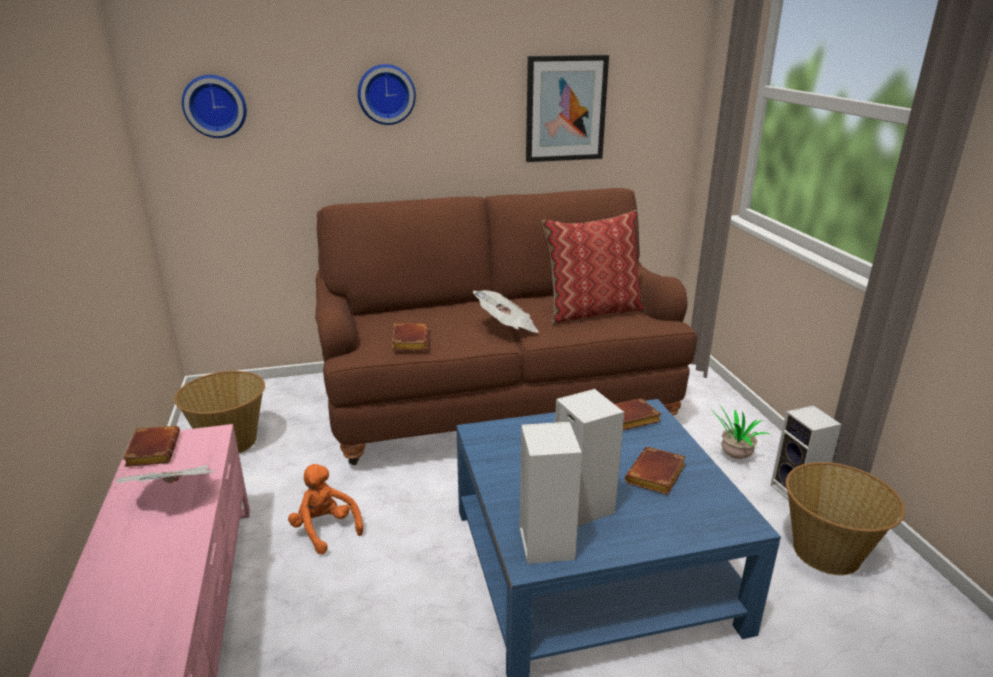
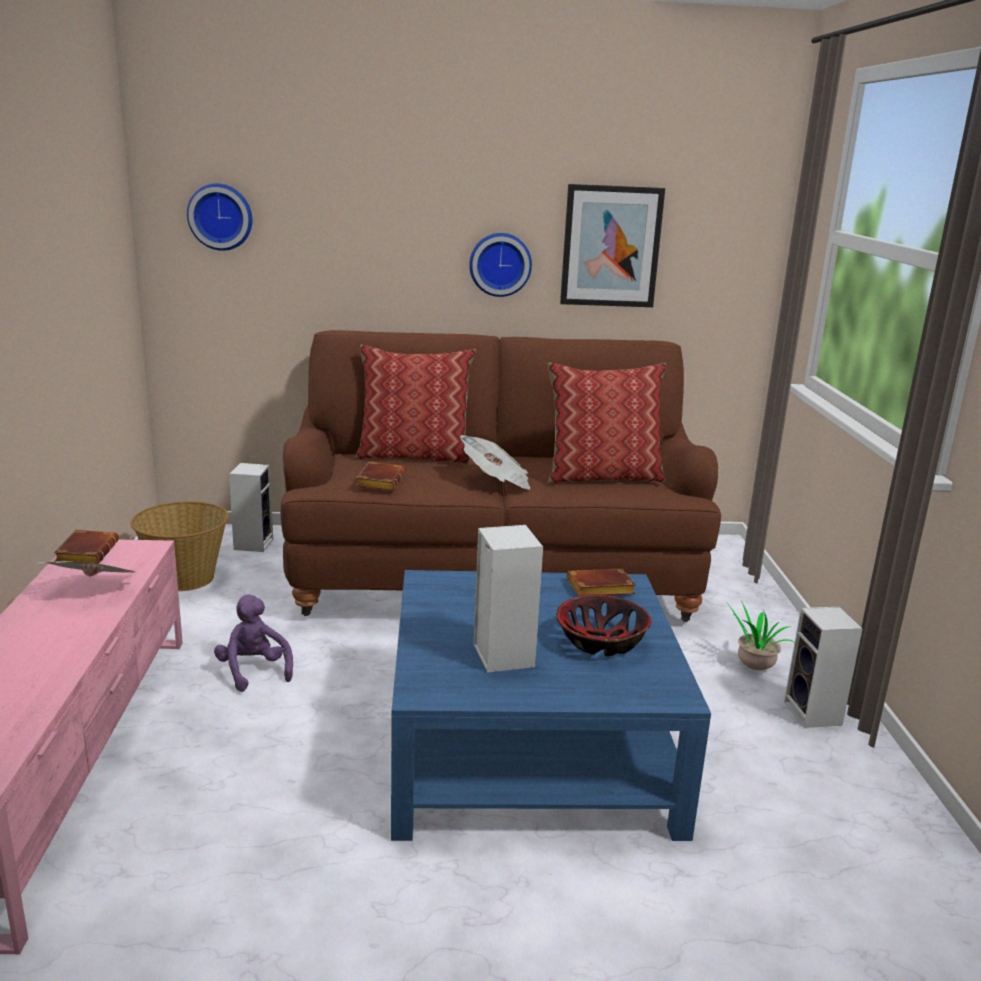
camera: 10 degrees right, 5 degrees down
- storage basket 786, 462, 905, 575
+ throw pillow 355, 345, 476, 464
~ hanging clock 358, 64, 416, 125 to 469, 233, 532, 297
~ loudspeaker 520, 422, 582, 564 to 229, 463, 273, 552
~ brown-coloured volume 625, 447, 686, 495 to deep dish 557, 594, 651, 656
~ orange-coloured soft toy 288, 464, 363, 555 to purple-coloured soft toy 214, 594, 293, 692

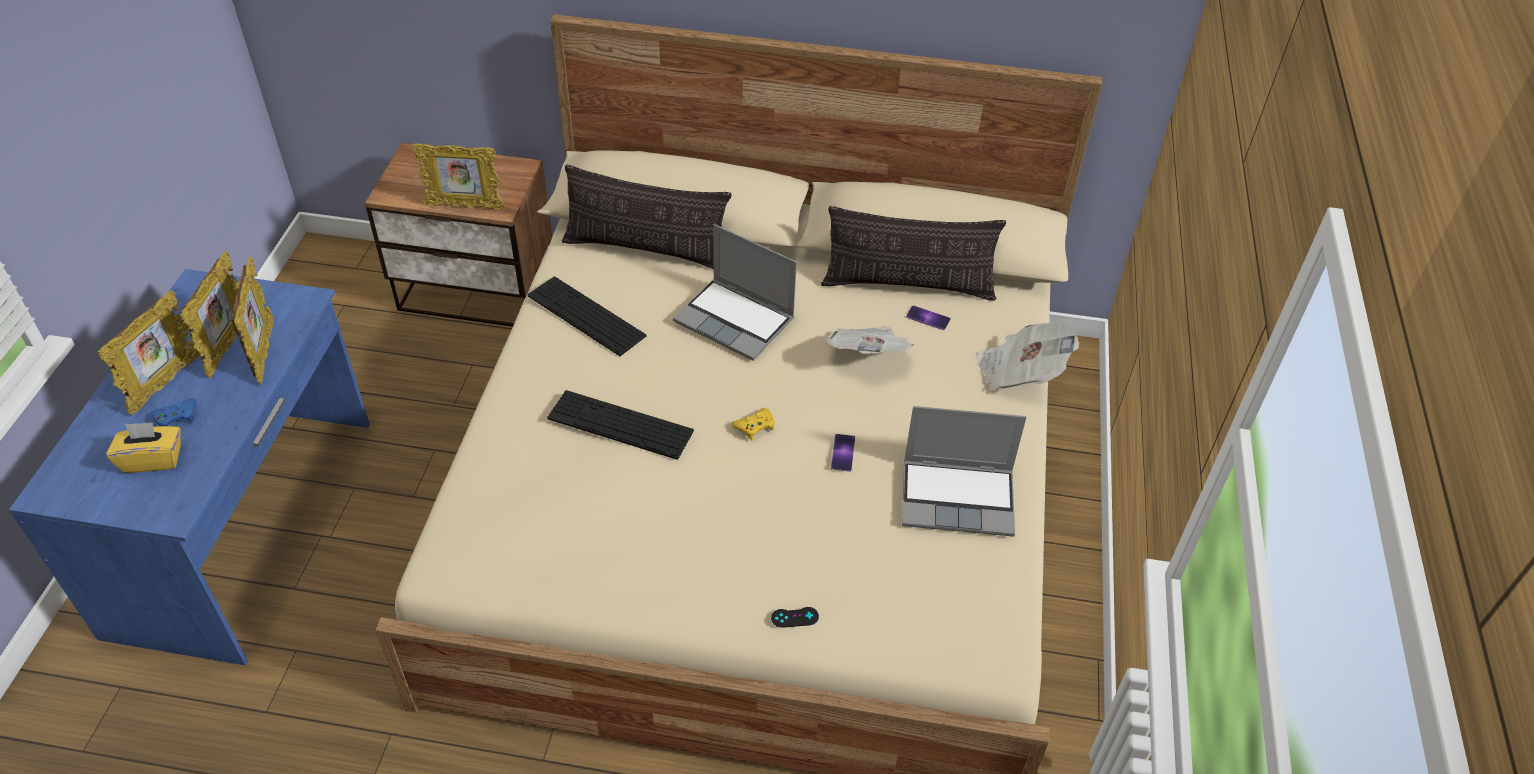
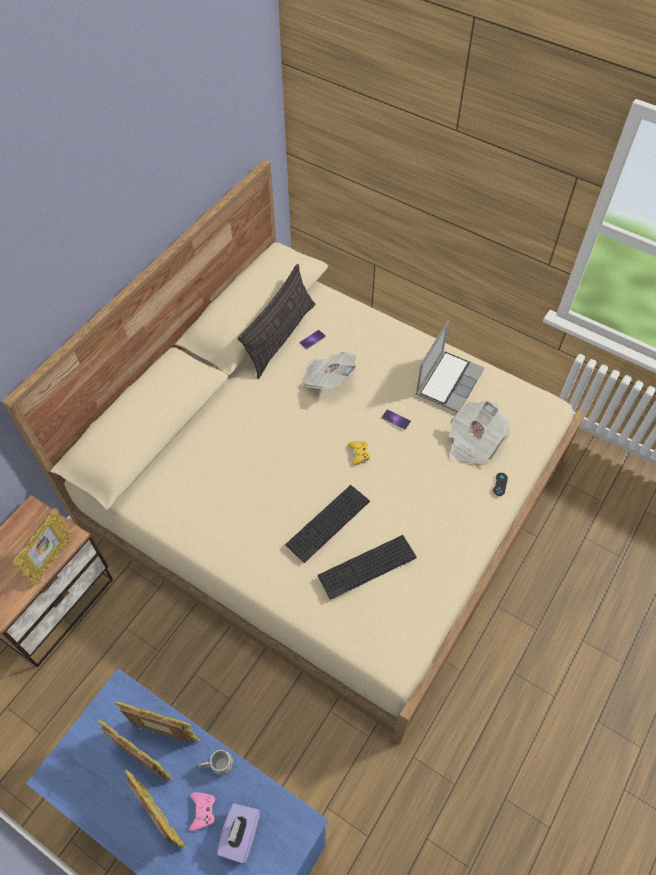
camera: 65 degrees left, 10 degrees up
- throw pillow 562, 164, 731, 269
- portable computer 673, 224, 797, 361
+ greyish tea mug 198, 750, 233, 775
~ PC keyboard 528, 276, 646, 356 to 317, 535, 417, 600
~ newspaper 976, 322, 1079, 390 to 449, 401, 509, 465
~ yellow-coloured box of tissues 106, 422, 181, 473 to purple-coloured box of tissues 217, 803, 260, 864
~ blue game controller 151, 398, 196, 426 to pinkish game controller 189, 792, 215, 831

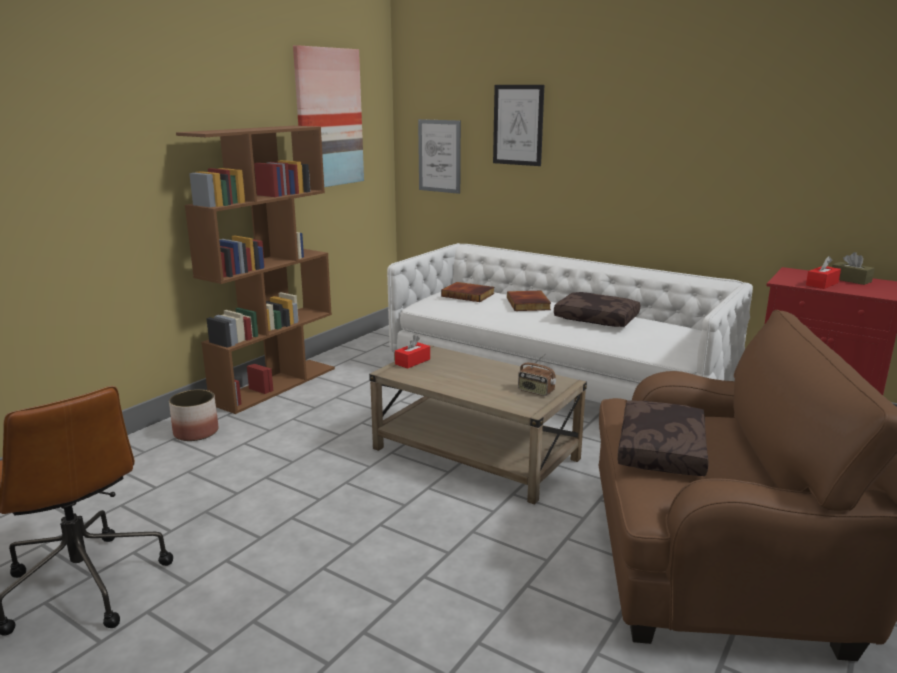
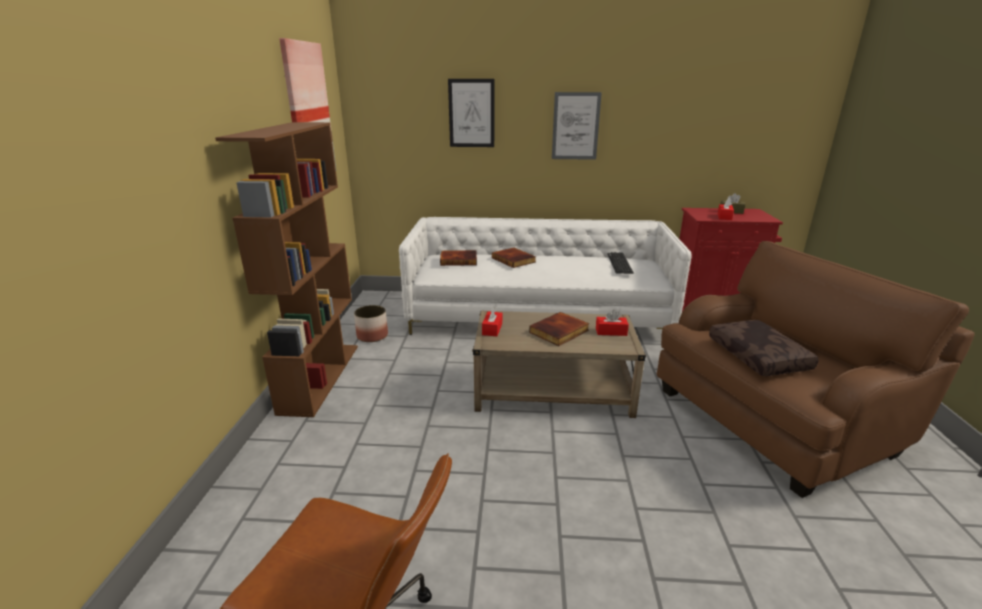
camera: 30 degrees left, 5 degrees up
- brown-coloured throw pillow 554, 292, 640, 327
+ volume 529, 312, 589, 346
+ PC keyboard 607, 252, 634, 274
~ flower pot 169, 389, 218, 441 to 354, 305, 388, 342
~ wall art 418, 119, 461, 194 to 552, 92, 602, 160
~ radio set 518, 353, 556, 396 to red-coloured box of tissues 596, 310, 629, 336

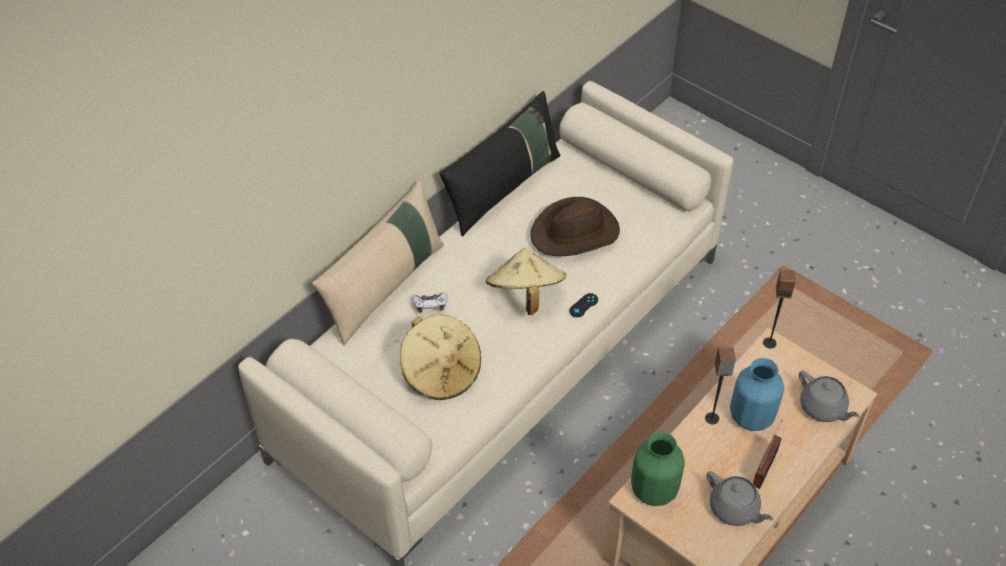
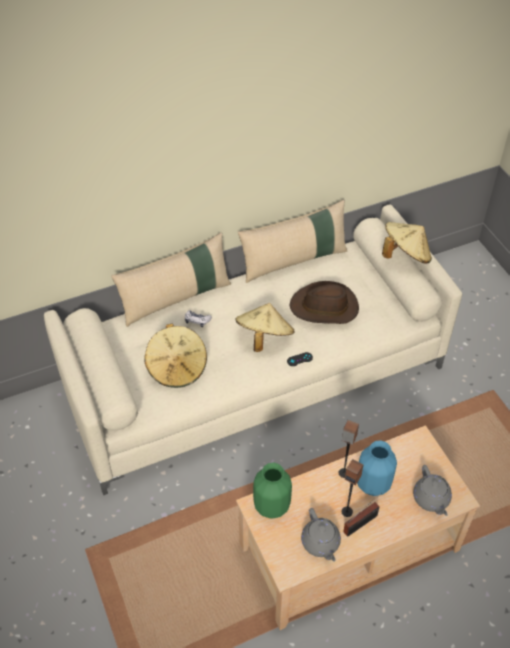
camera: 25 degrees right, 0 degrees up
+ sand-coloured clothing hat 382, 222, 432, 264
~ loudspeaker 763, 269, 795, 349 to 341, 459, 363, 517
~ black throw pillow 439, 91, 561, 236 to sand-coloured throw pillow 238, 200, 347, 283

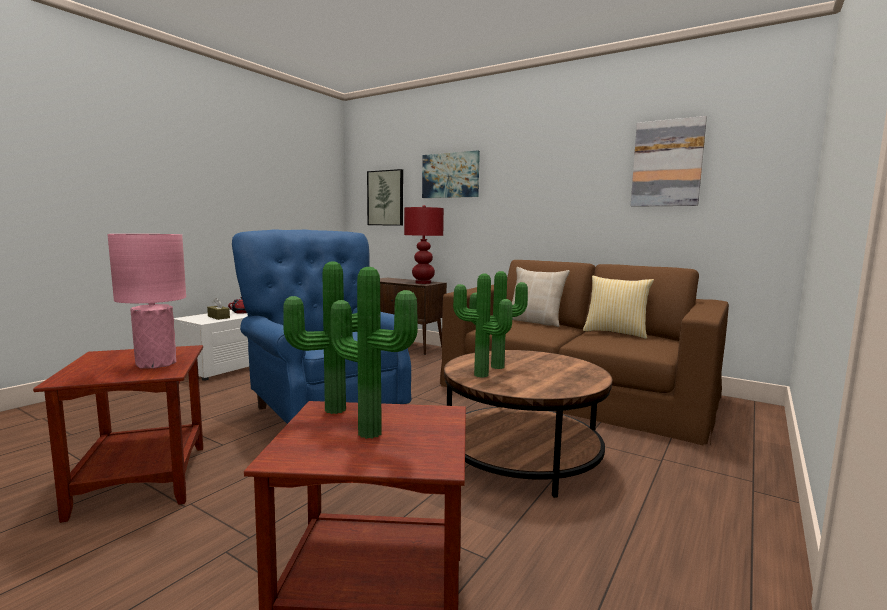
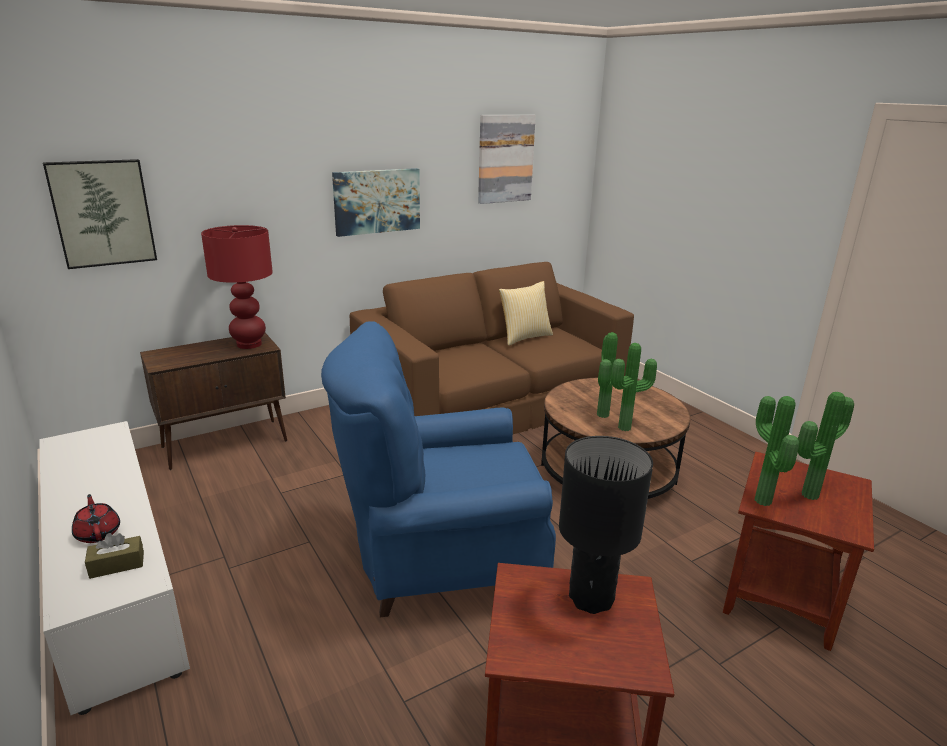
camera: 65 degrees left, 15 degrees up
- sand-coloured throw pillow 512, 267, 570, 327
~ wall art 422, 150, 480, 198 to 332, 168, 420, 237
~ pinkish table lamp 107, 234, 186, 369 to black table lamp 559, 436, 653, 614

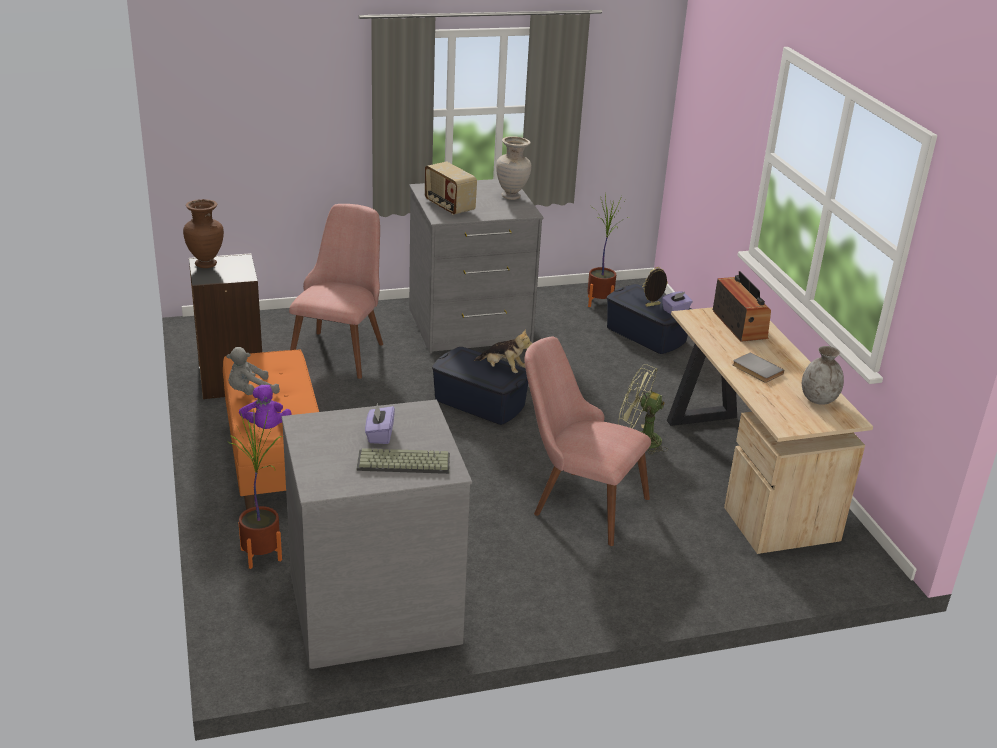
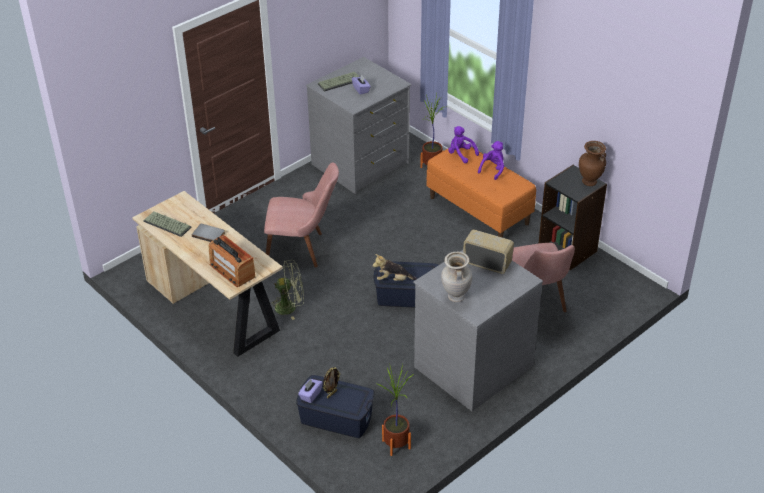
camera: 155 degrees right, 10 degrees up
~ greyish vase 802, 346, 844, 405 to PC keyboard 143, 211, 192, 237
~ greyish soft toy 226, 347, 280, 395 to purple-coloured soft toy 478, 141, 504, 180

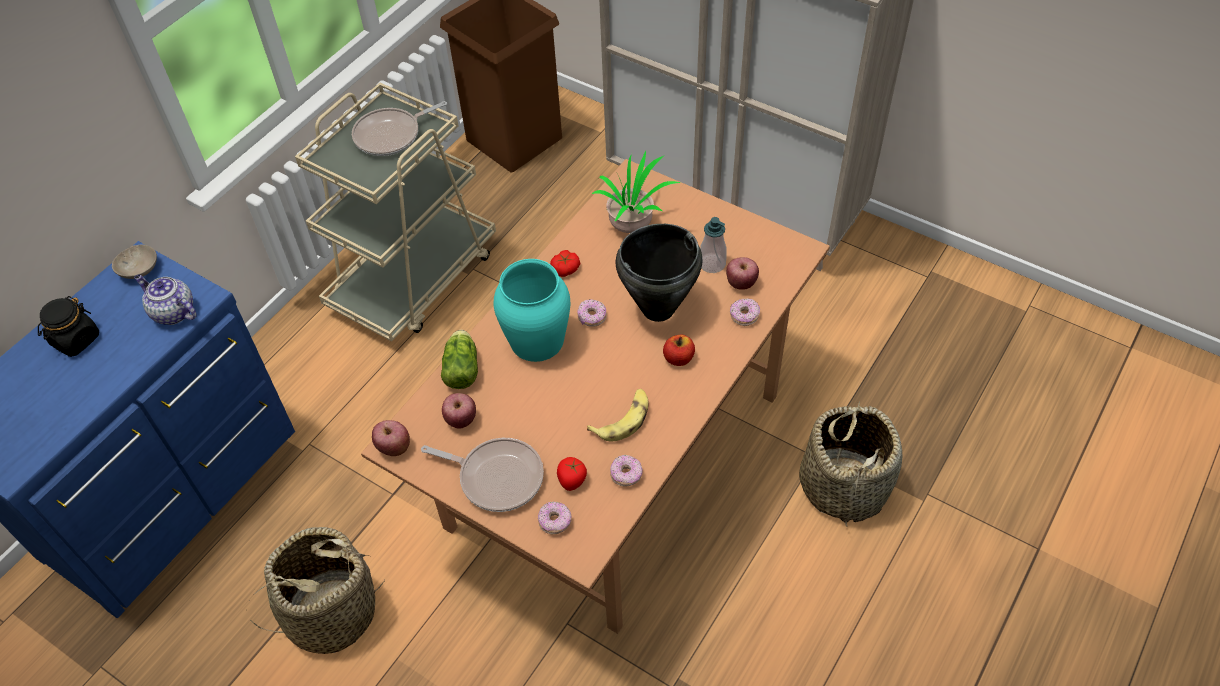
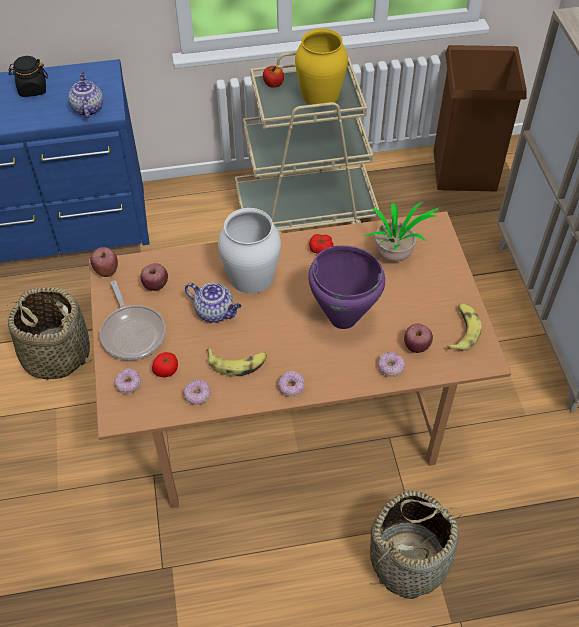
camera: 45 degrees right, 0 degrees up
- sand-coloured deep dish 112, 245, 157, 279
- lettuce head 441, 330, 478, 389
- liquid soap bottle 700, 217, 727, 273
+ teapot 185, 283, 242, 323
+ banana 447, 303, 482, 351
~ ring doughnut 577, 299, 607, 327 to 278, 371, 305, 397
~ apple fruit 663, 335, 695, 366 to 263, 66, 284, 88
~ pan 352, 101, 447, 156 to yellow-coloured vase 295, 28, 348, 107
~ turquoise vase 494, 259, 570, 362 to white-coloured vase 218, 208, 281, 293
~ black cooking pot 615, 224, 702, 322 to purple-coloured cooking pot 308, 245, 385, 329

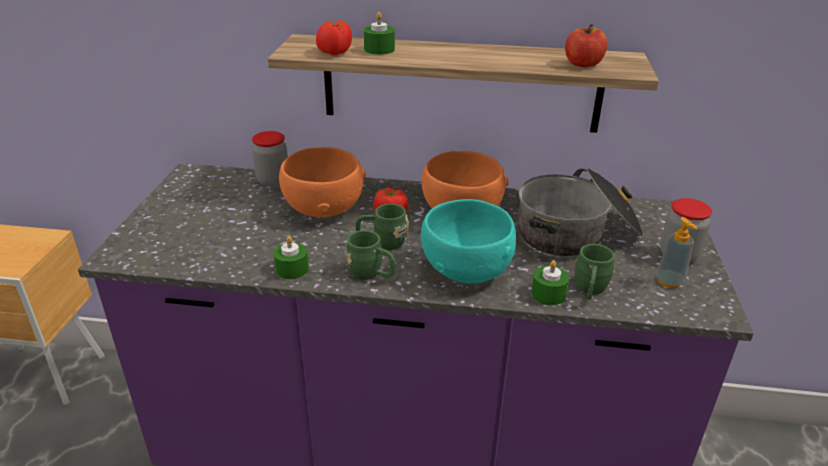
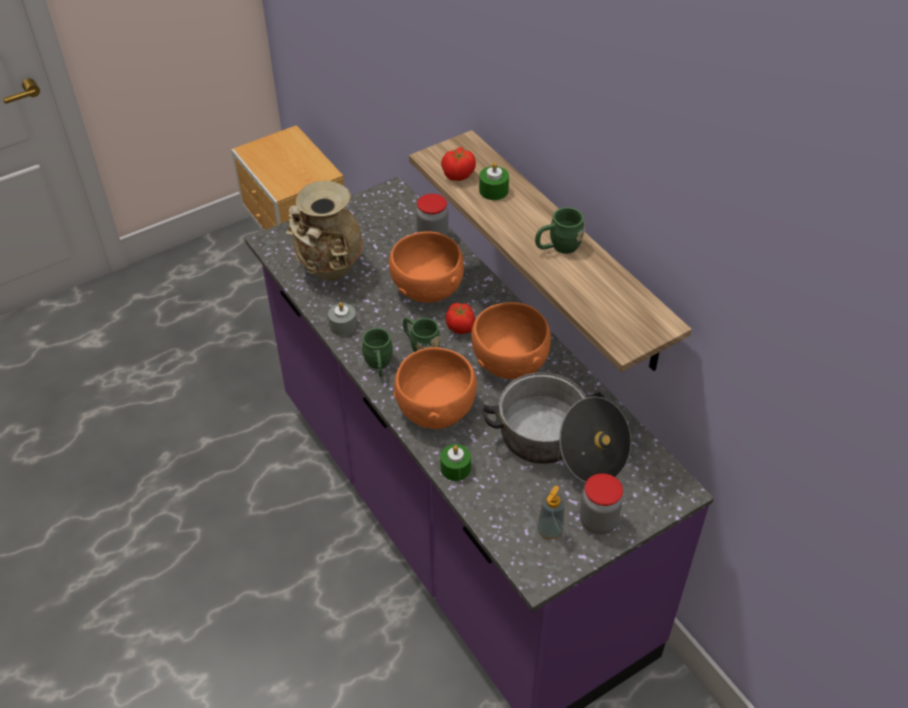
camera: 50 degrees right, 15 degrees up
- apple fruit 565, 24, 607, 67
+ sand-coloured vase 285, 181, 363, 280
~ greenish tea mug 575, 244, 615, 300 to 535, 207, 585, 254
~ greenish wax light 273, 236, 309, 279 to greyish wax light 328, 302, 357, 336
~ turquoise deep dish 421, 199, 516, 284 to orange-coloured deep dish 394, 347, 477, 429

